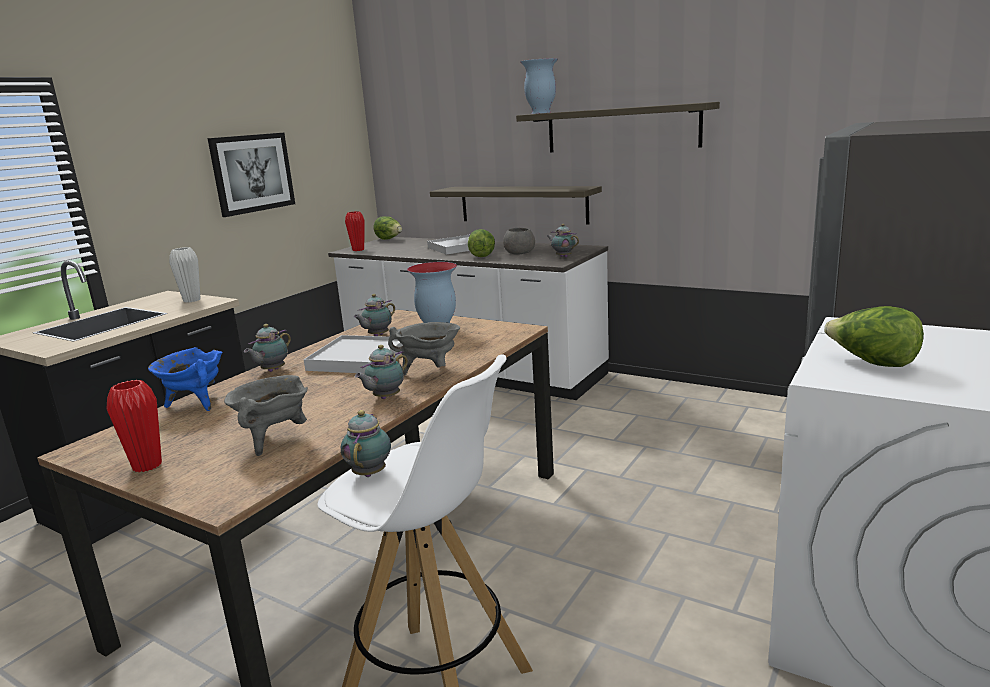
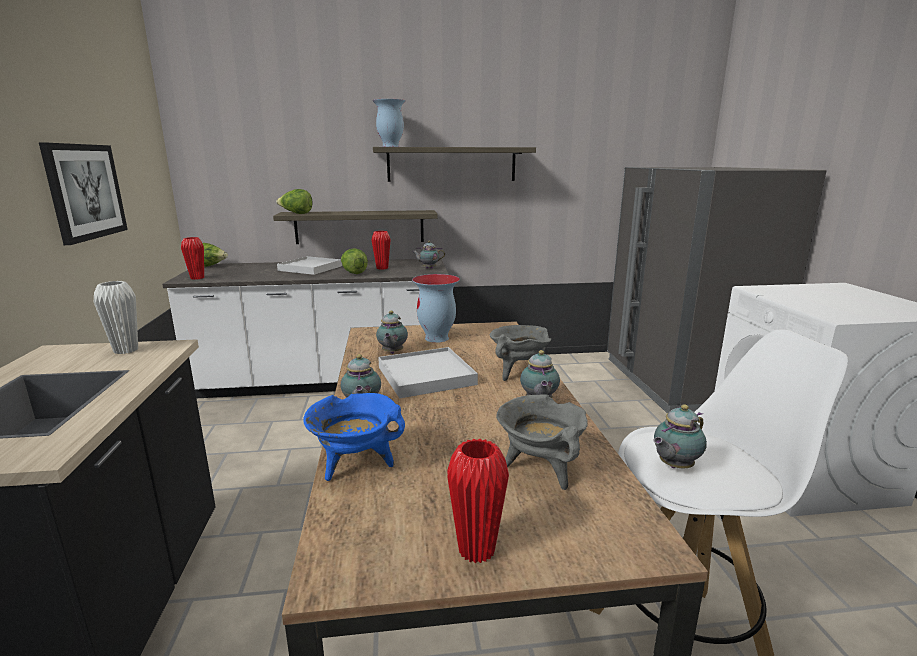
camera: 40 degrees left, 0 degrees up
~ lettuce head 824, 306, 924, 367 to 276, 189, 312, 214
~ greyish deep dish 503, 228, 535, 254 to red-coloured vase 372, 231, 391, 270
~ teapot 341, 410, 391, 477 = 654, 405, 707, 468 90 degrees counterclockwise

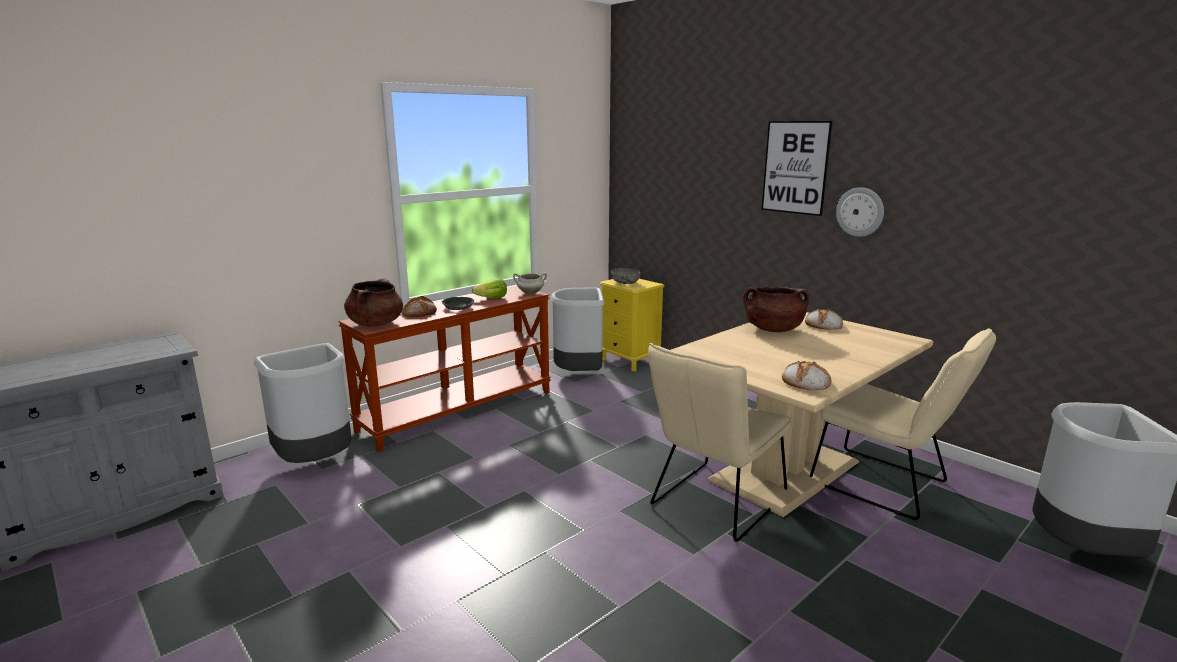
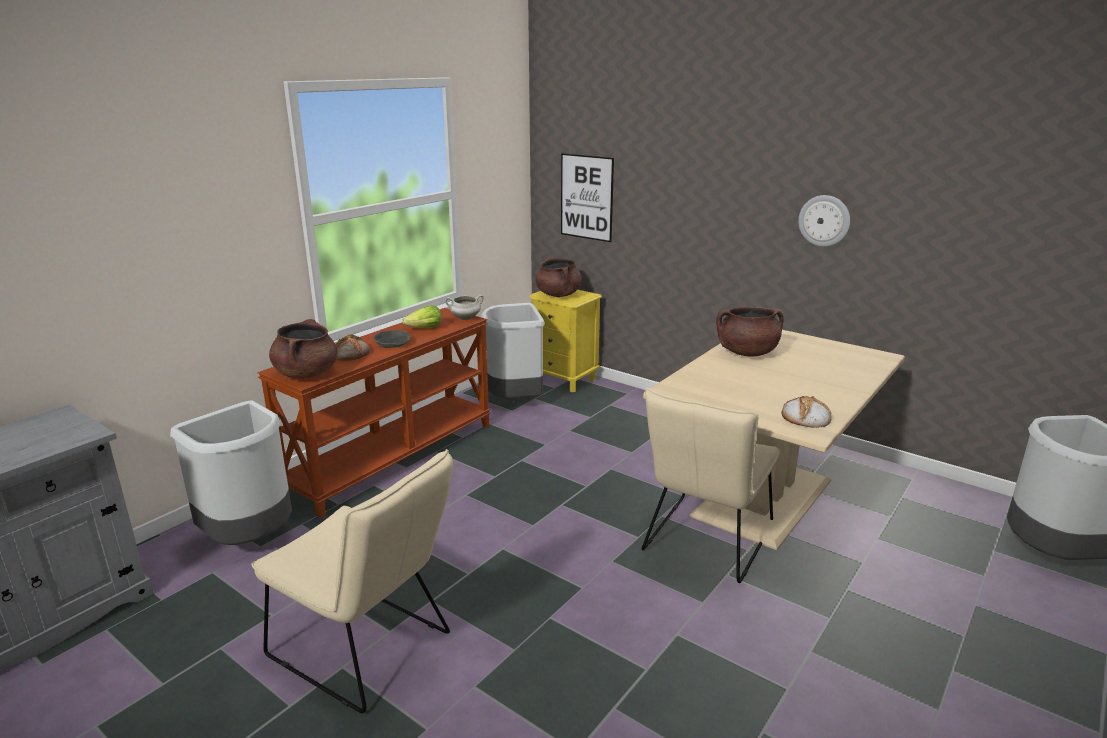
camera: 10 degrees left, 5 degrees up
- bread 805, 309, 843, 330
~ wall art 762, 121, 832, 216 to 561, 153, 614, 242
~ sand-coloured plain chair 810, 328, 996, 520 to 251, 449, 453, 713
~ greyish deep dish 611, 268, 641, 284 to brown-coloured cooking pot 536, 257, 582, 297

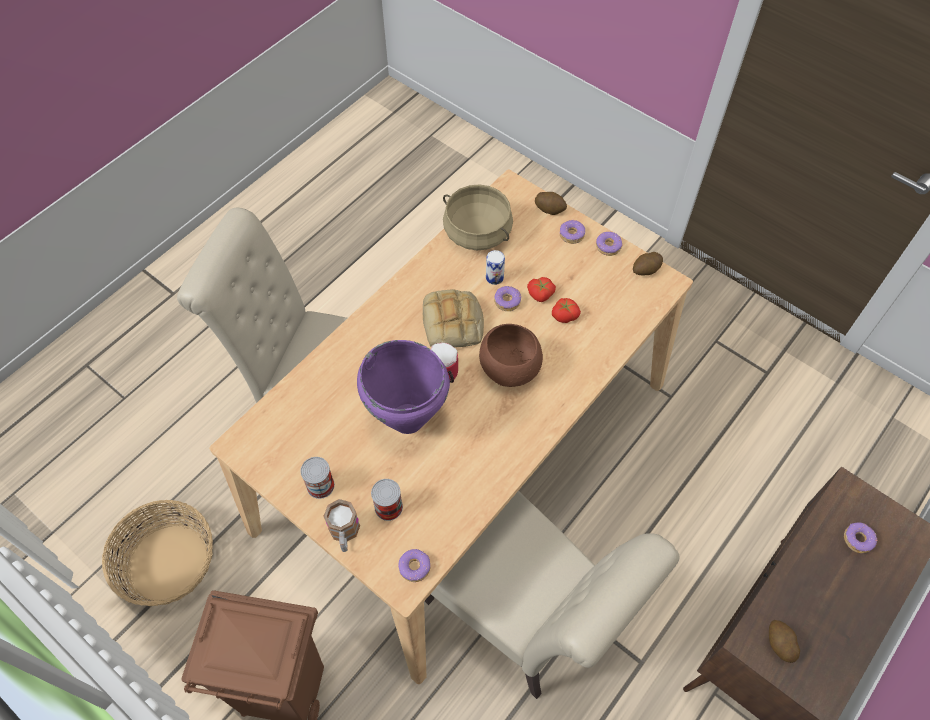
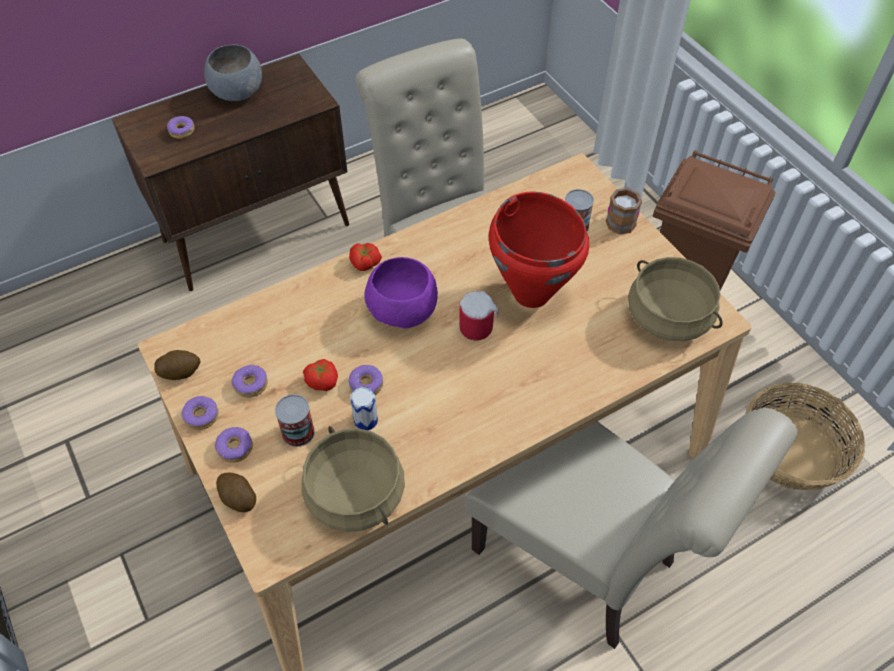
camera: 160 degrees left, 5 degrees down
- bread 423, 289, 484, 348
- whole potato 769, 620, 800, 663
+ greyish deep dish 204, 44, 262, 101
+ sand-coloured cooking pot 628, 257, 723, 341
~ sealed can 300, 457, 335, 499 to 275, 394, 315, 447
~ ring doughnut 398, 549, 430, 582 to 231, 364, 268, 398
~ whole tomato 552, 298, 581, 323 to 349, 243, 382, 271
~ purple-coloured cooking pot 357, 340, 450, 434 to red-coloured cooking pot 489, 191, 589, 308
~ brown-coloured deep dish 479, 324, 543, 387 to purple-coloured deep dish 364, 257, 438, 329

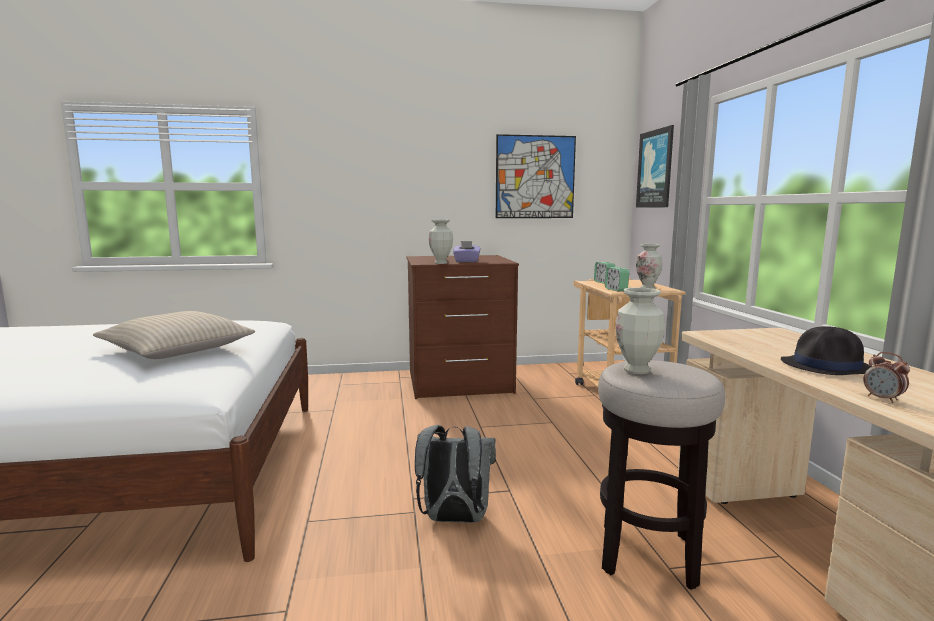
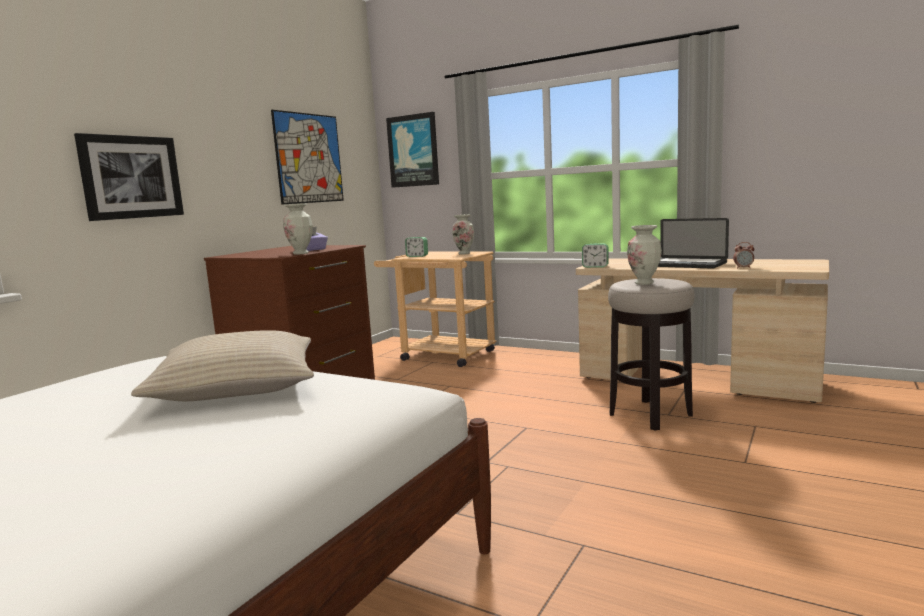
camera: 50 degrees left, 0 degrees up
- greyish rucksack 415, 425, 496, 523
+ wall art 74, 133, 184, 221
~ alarm clock 605, 267, 629, 291 to 582, 243, 609, 268
~ black clothing hat 781, 326, 872, 375 to portable computer 658, 218, 729, 269

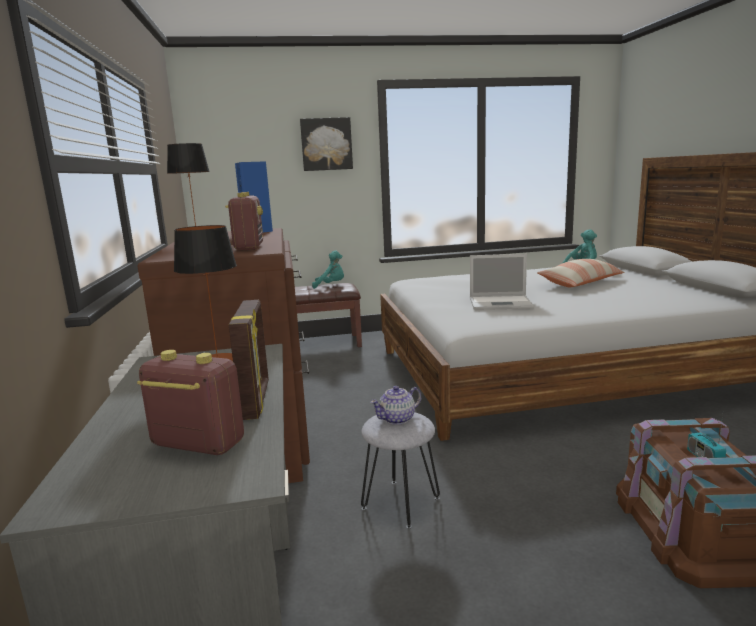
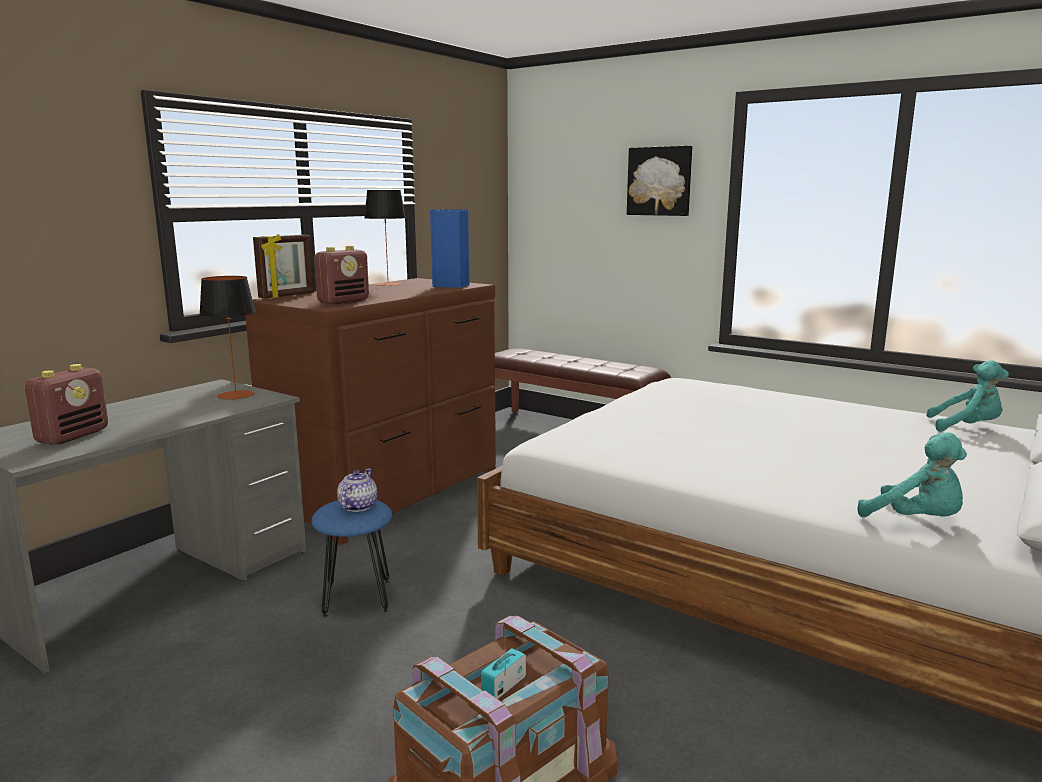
camera: 45 degrees right, 0 degrees up
- portable computer 470, 254, 534, 310
- throw pillow 537, 259, 624, 287
~ photo frame 229, 300, 269, 420 to 253, 234, 314, 299
~ turquoise soft toy 312, 250, 344, 289 to 857, 432, 967, 517
~ greyish stool 361, 412, 440, 528 to blue stool 311, 500, 392, 617
~ radio set 137, 350, 244, 455 = 25, 364, 108, 445 45 degrees clockwise
~ teapot 370, 386, 421, 425 = 337, 469, 377, 512 90 degrees clockwise

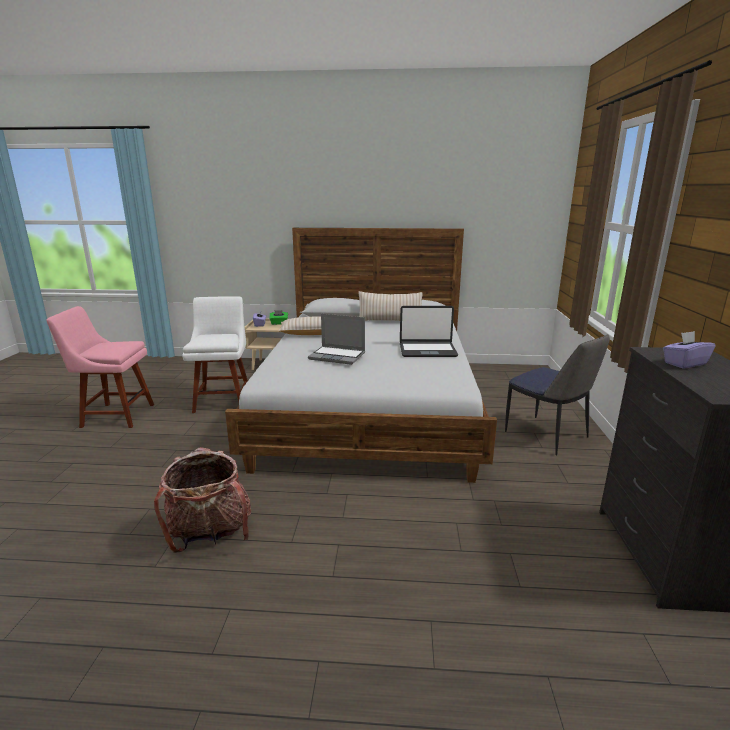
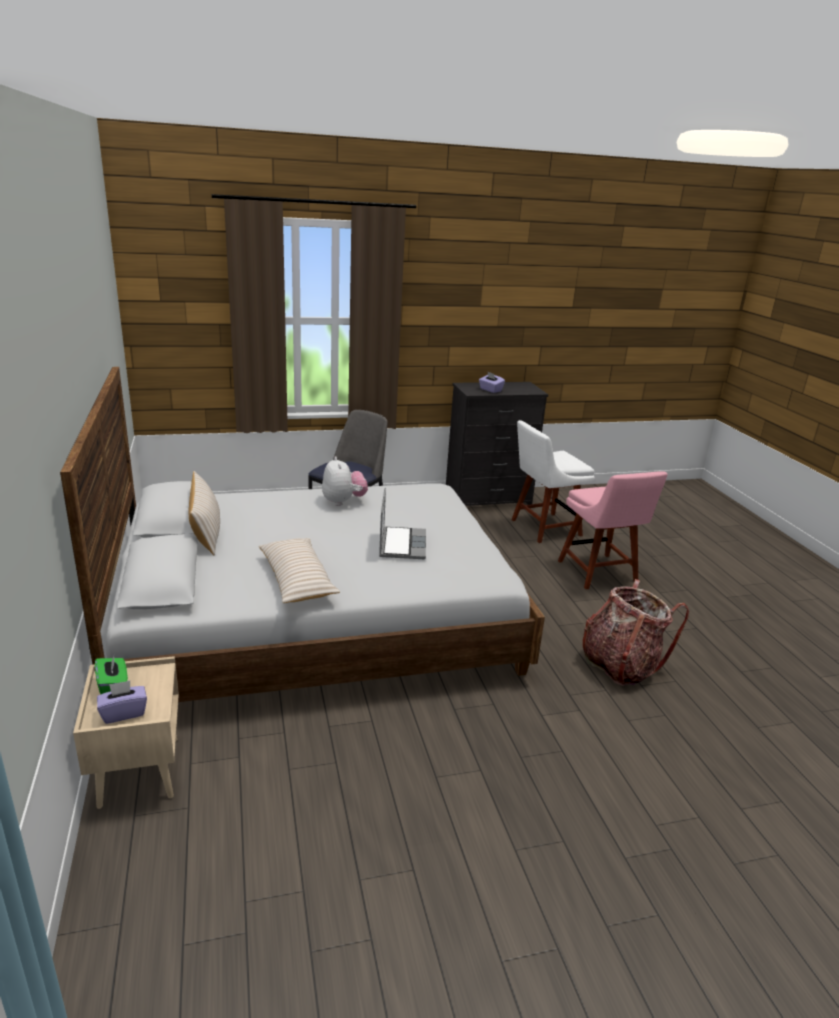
camera: 110 degrees left, 5 degrees up
~ pinkish plain chair 46, 306, 154, 428 to 558, 471, 668, 589
~ white-coloured plain chair 182, 296, 248, 413 to 512, 420, 595, 543
~ portable computer 400, 306, 458, 357 to soft toy 322, 456, 368, 506

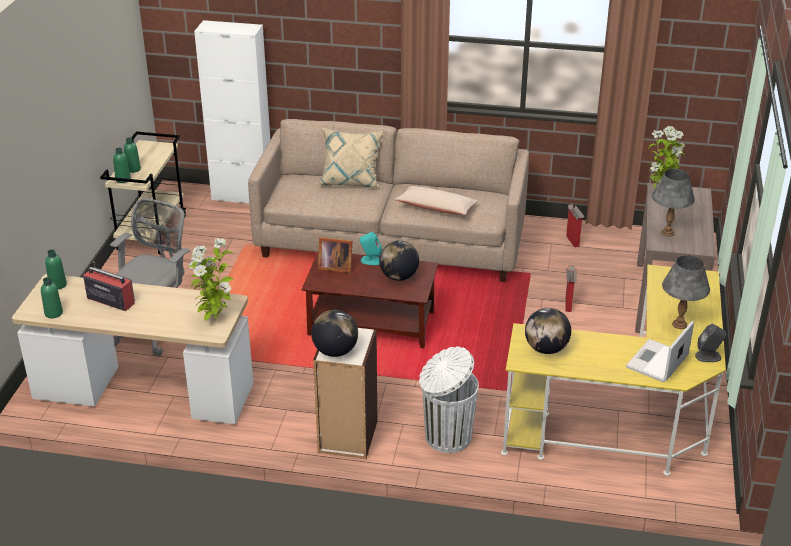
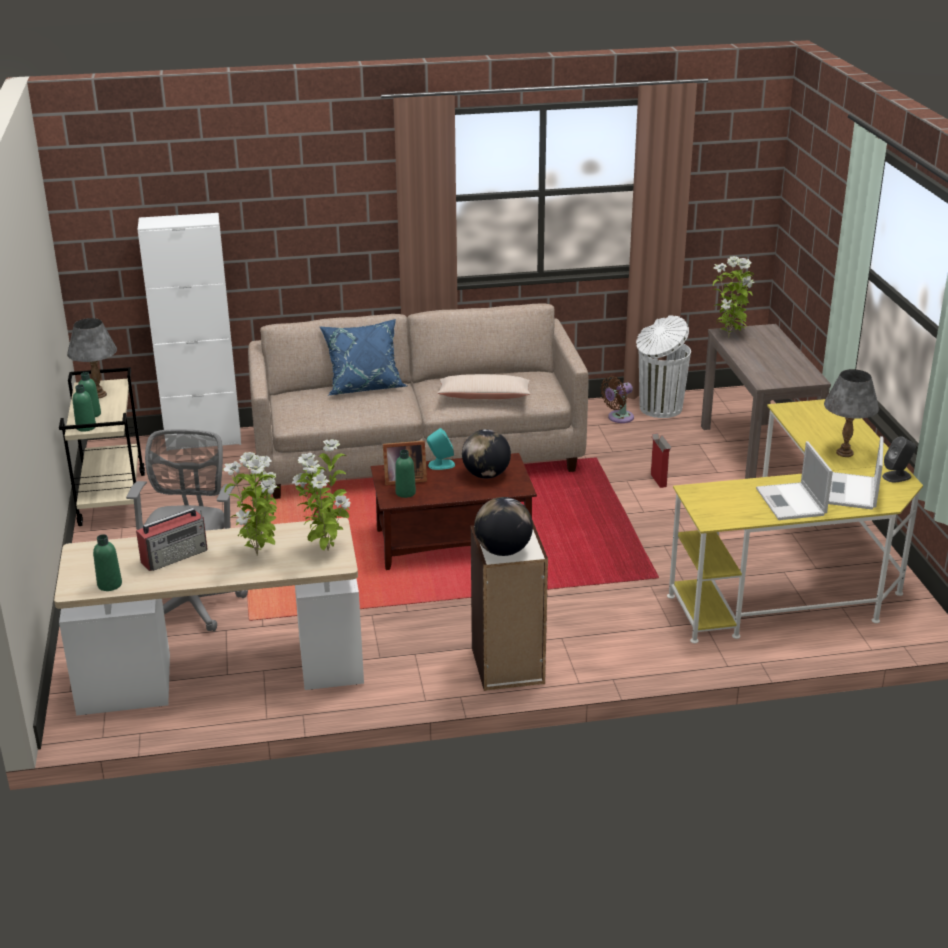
camera: 20 degrees left, 5 degrees down
- world globe 525, 308, 571, 354
+ houseplant 223, 452, 280, 556
+ portable computer 756, 441, 833, 520
~ greenish drink bottle 45, 249, 67, 289 to 395, 450, 416, 498
~ white-coloured rubbish bin 419, 346, 479, 453 to 636, 315, 691, 418
~ greyish table lamp 652, 169, 695, 237 to 67, 318, 117, 398
~ packing box 566, 204, 584, 247 to brown-coloured cooling fan 600, 376, 634, 423
~ sand-coloured throw pillow 317, 128, 384, 188 to blue throw pillow 319, 319, 407, 396
~ radio set 83, 261, 135, 311 = 136, 508, 208, 571 135 degrees clockwise

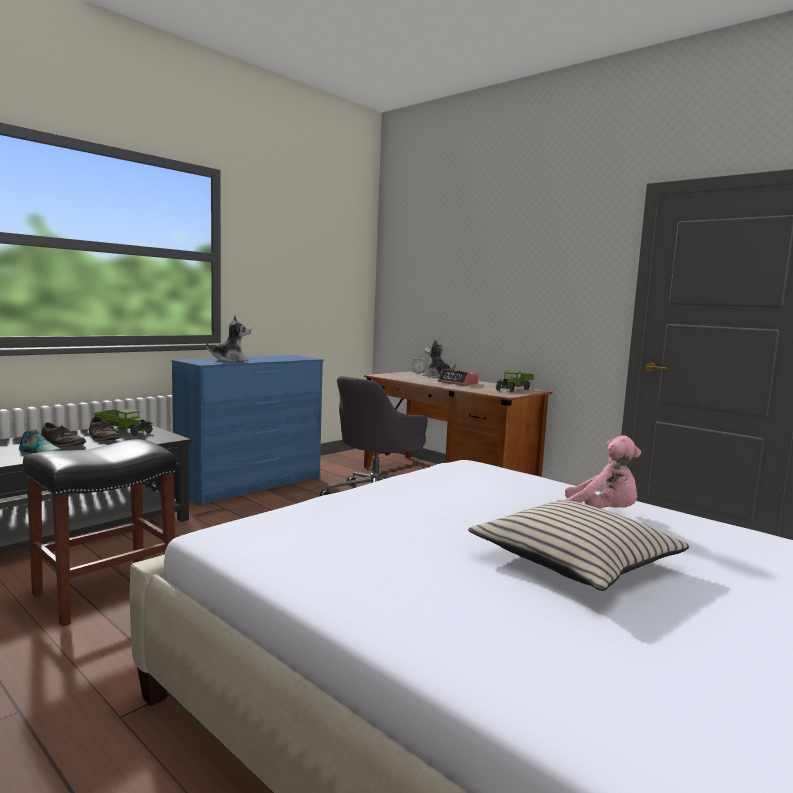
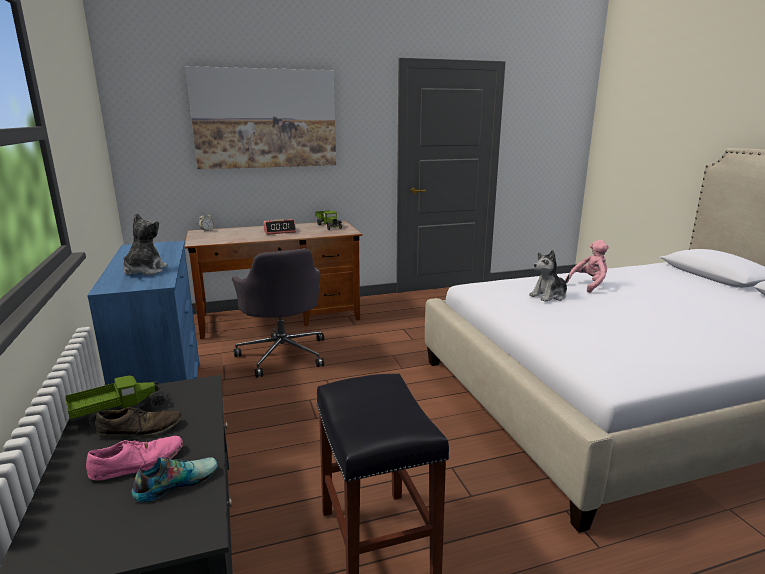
camera: 60 degrees left, 10 degrees up
- sand-coloured throw pillow 468, 501, 689, 591
+ wall art 186, 66, 336, 169
~ soft toy 422, 339, 456, 378 to 529, 250, 569, 302
~ brown-coloured low shoe 41, 422, 86, 447 to pinkish low shoe 86, 436, 183, 480

